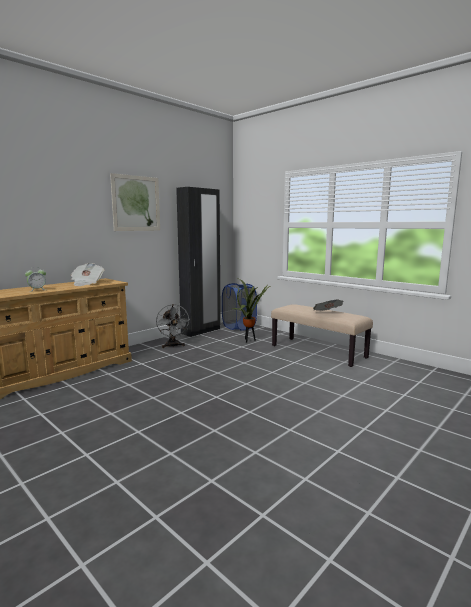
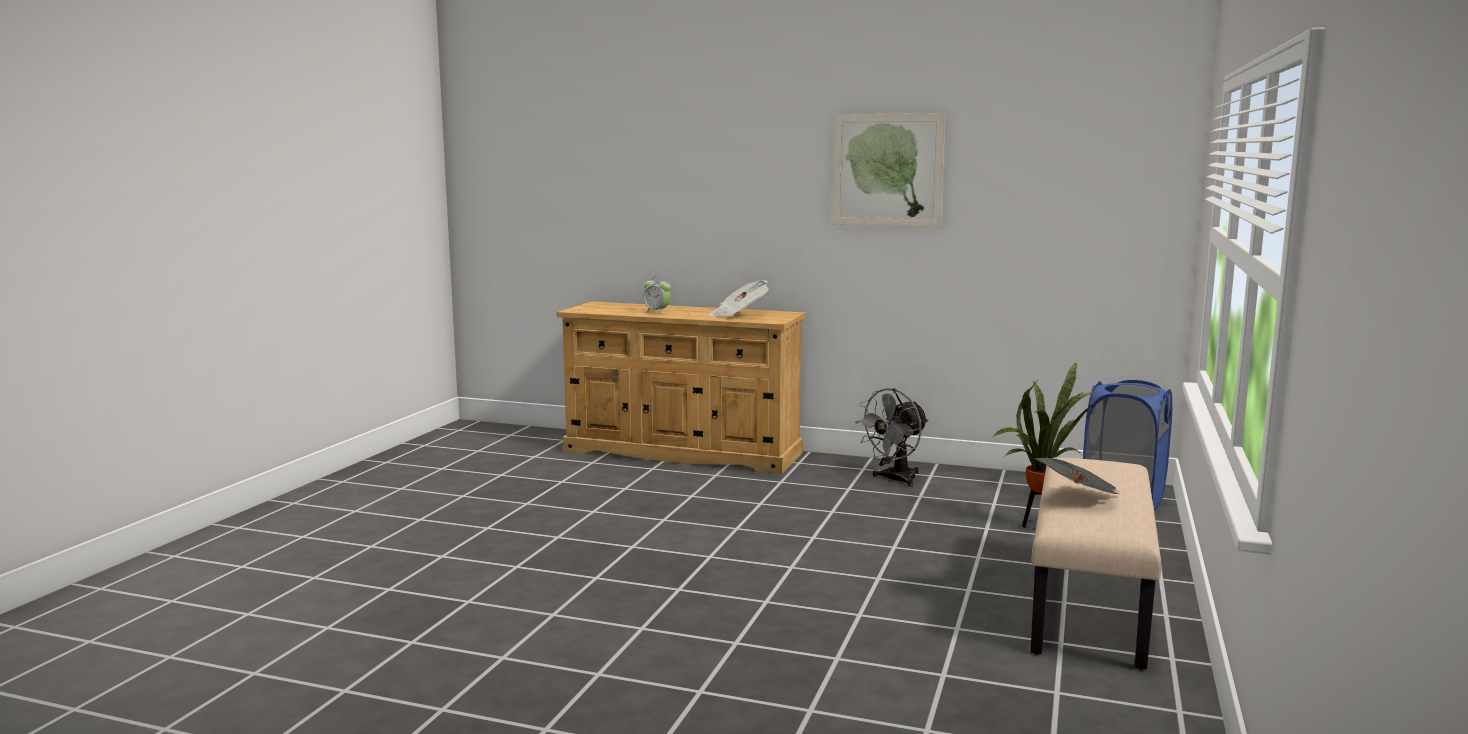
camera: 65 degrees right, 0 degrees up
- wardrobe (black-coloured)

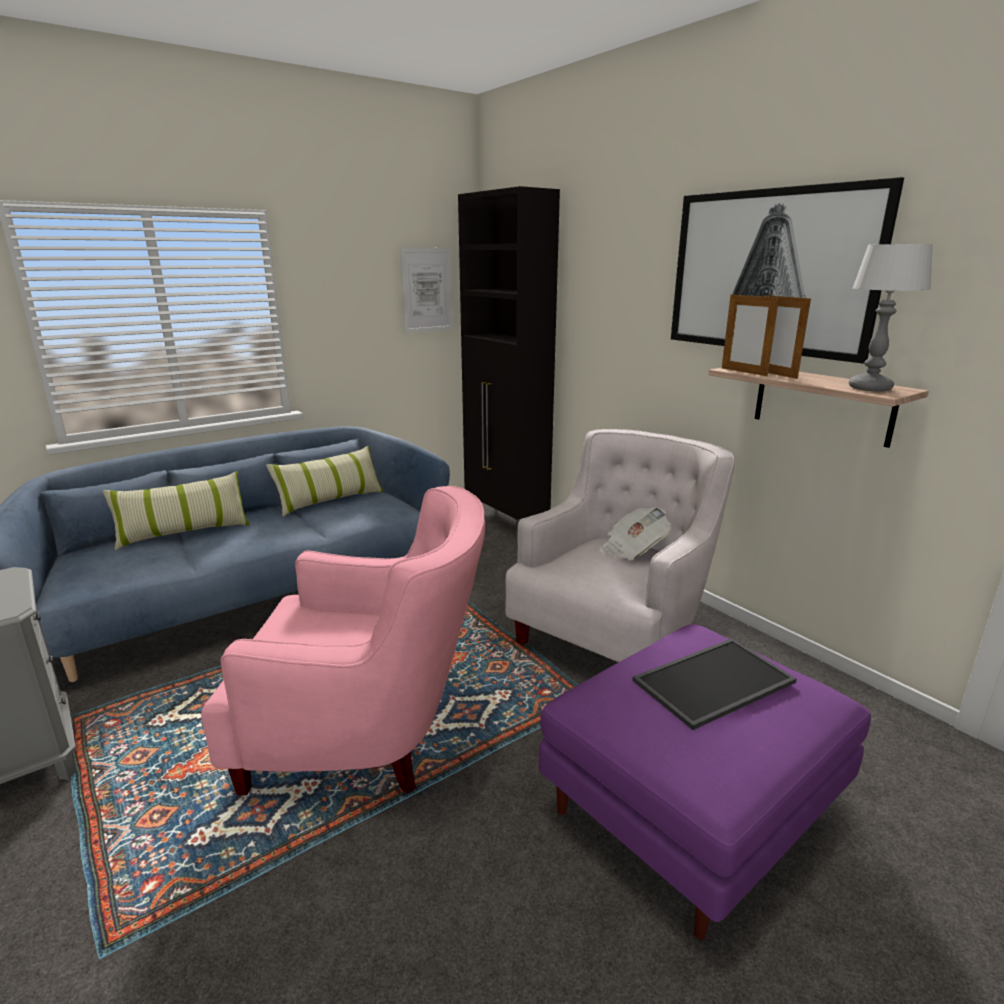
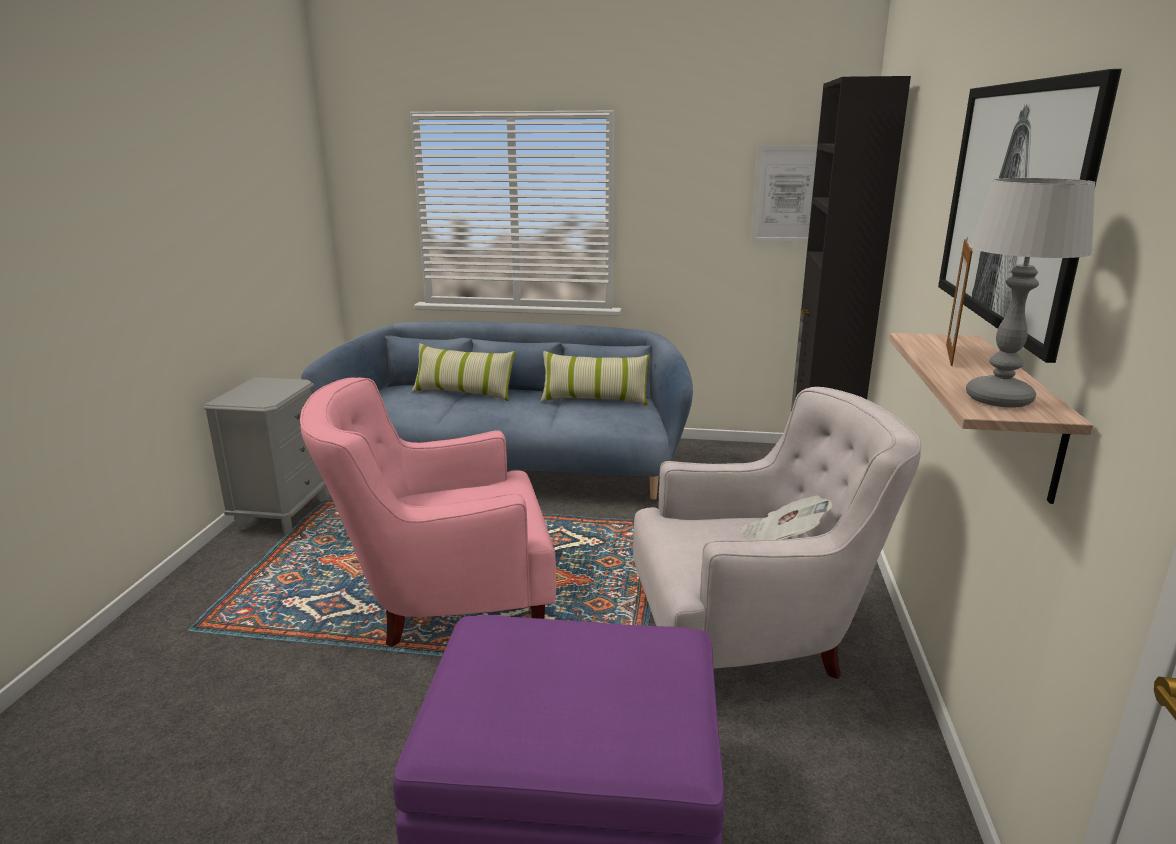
camera: 45 degrees right, 0 degrees up
- tray
- standing frame (1st from left)
~ armchair (pinkish) 120 degrees clockwise

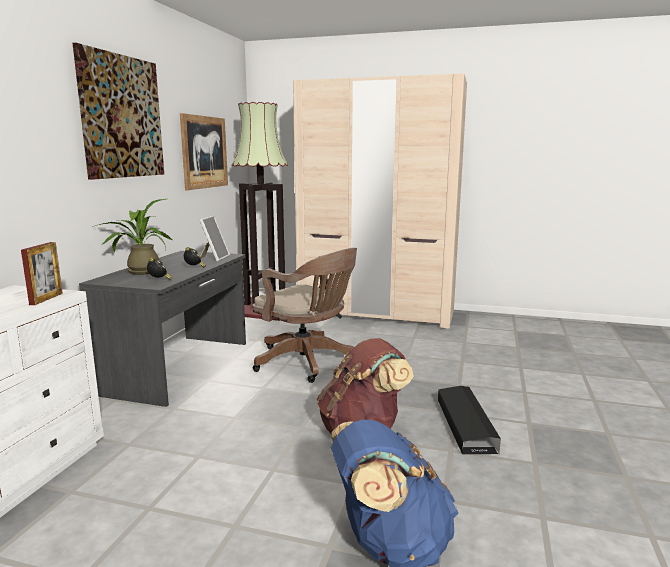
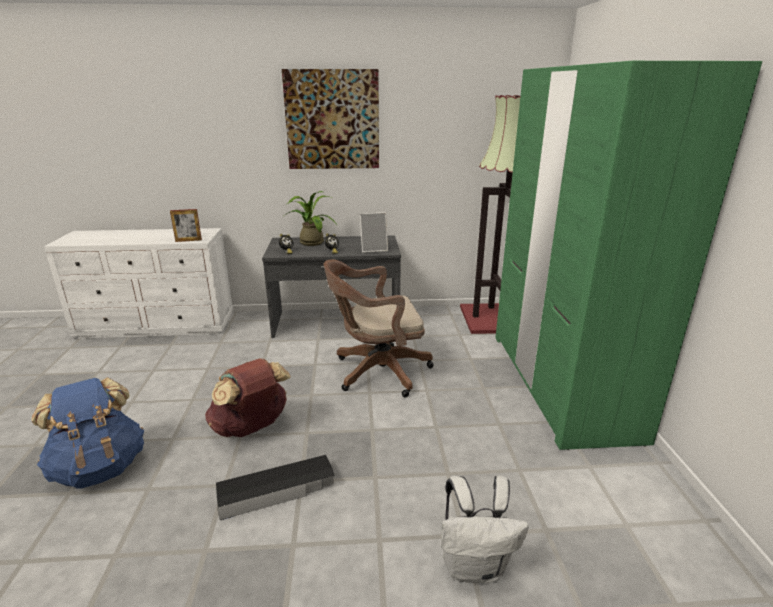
camera: 70 degrees right, 10 degrees up
- wall picture (2nd from left)
+ rucksack (white-coloured)
~ wardrobe (beige-coloured) to wardrobe (green)
~ office chair (brown-coloured) 60 degrees clockwise

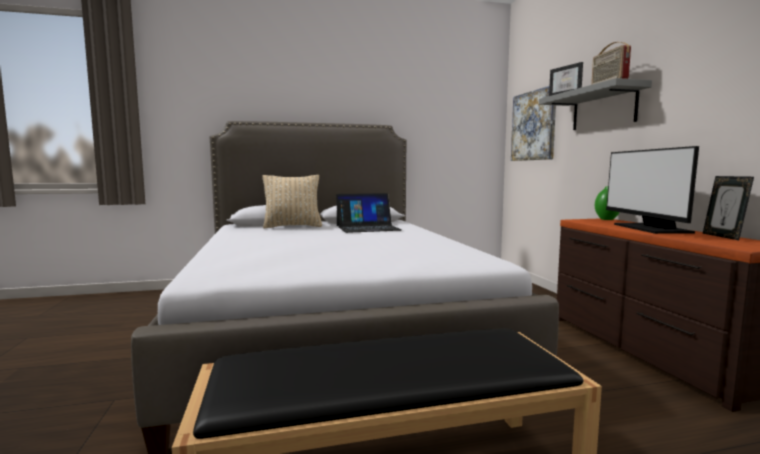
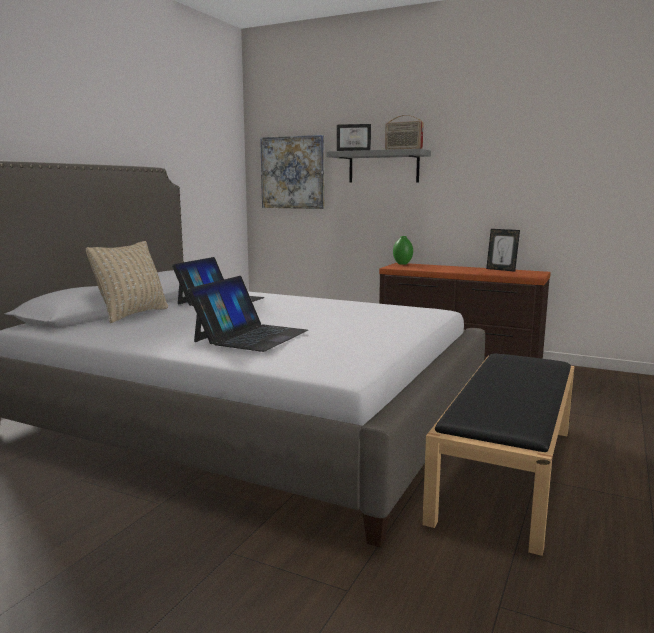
camera: 50 degrees left, 5 degrees up
- computer display
+ notebook computer (2nd from left)

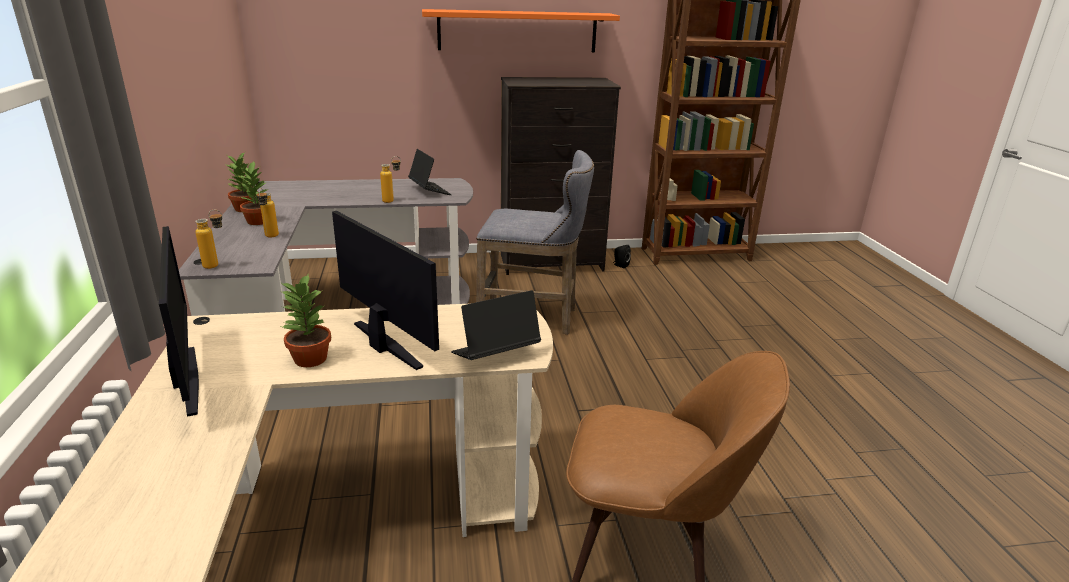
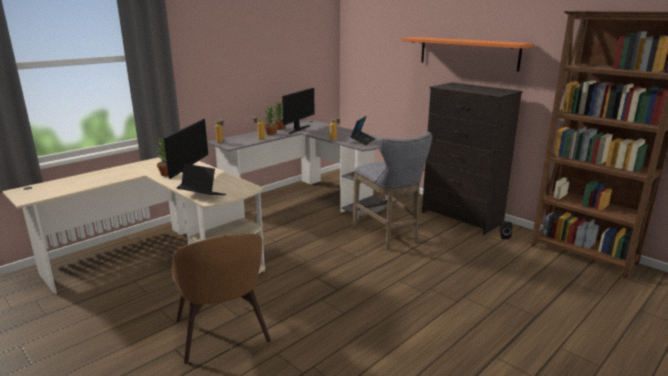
camera: 55 degrees right, 5 degrees down
~ computer display (1st from left in the first image) to computer display (2nd from left)

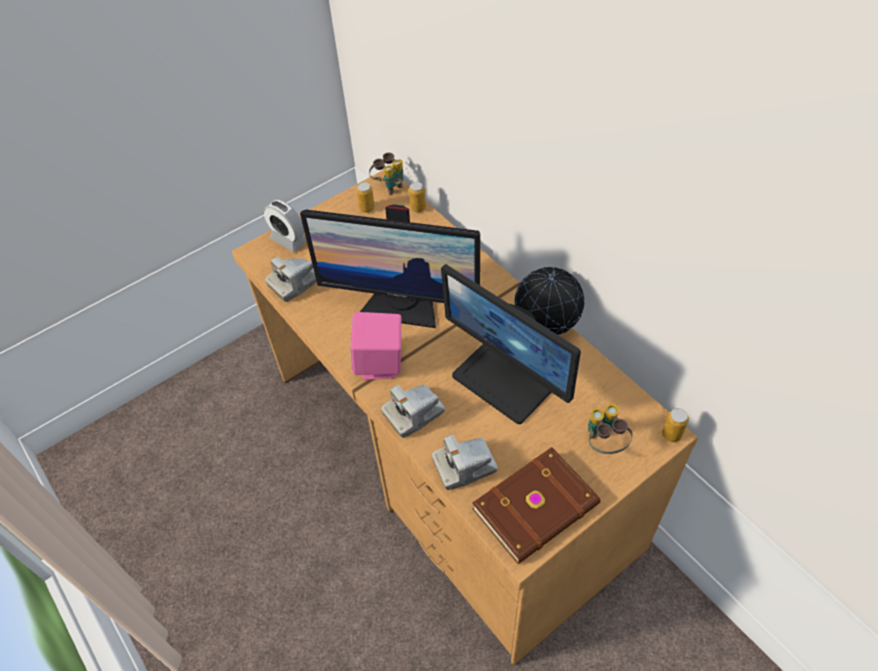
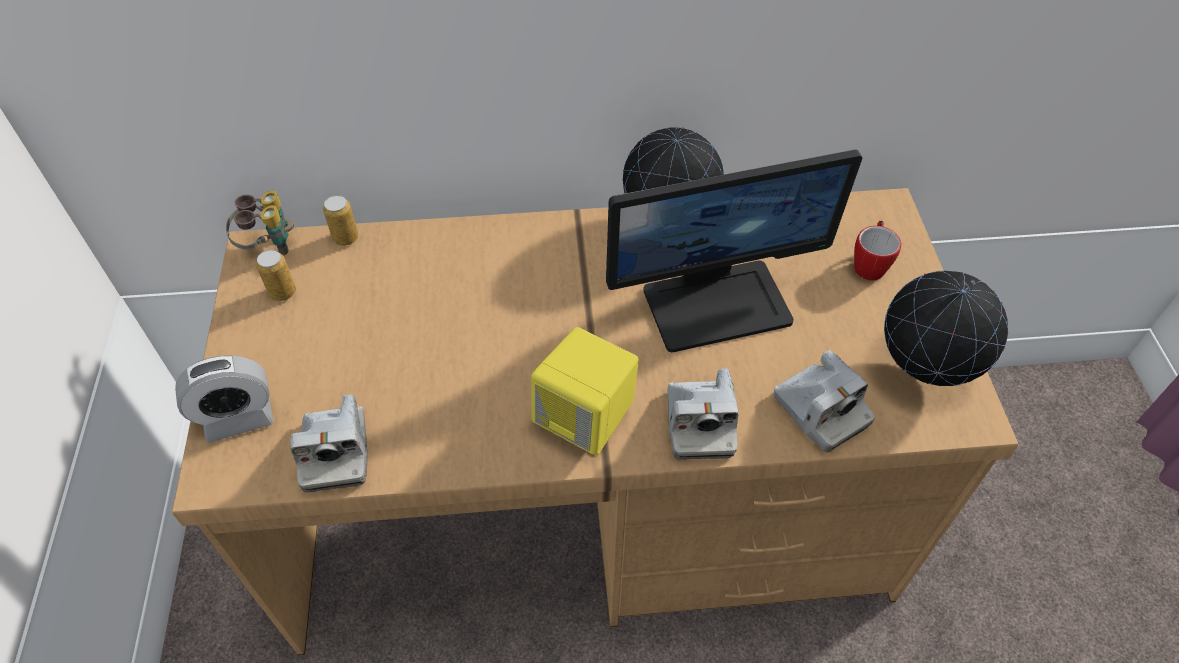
camera: 60 degrees left, 0 degrees up
- computer display (1st from left)
- can (3rd from left)
~ volume (brown-coloured) to world globe (2nd from left)
~ pair of binoculars (2nd from left) to tea mug
~ audio speaker (pinkish) to audio speaker (yellow-coloured)
~ photo camera (3rd from left) 45 degrees counterclockwise

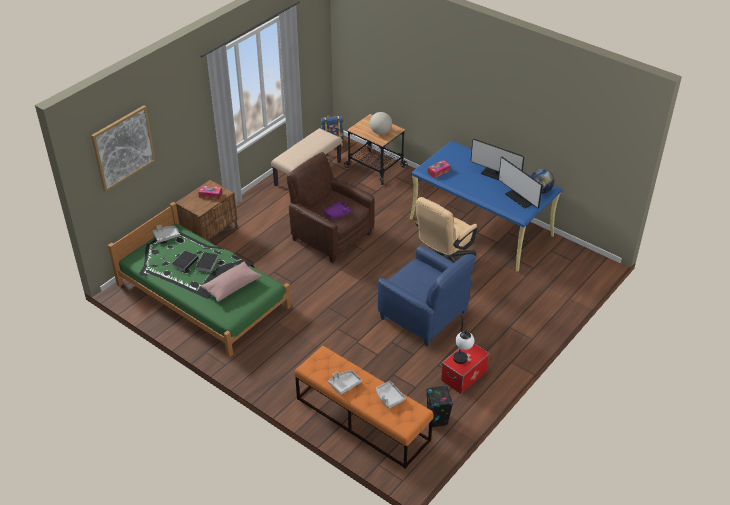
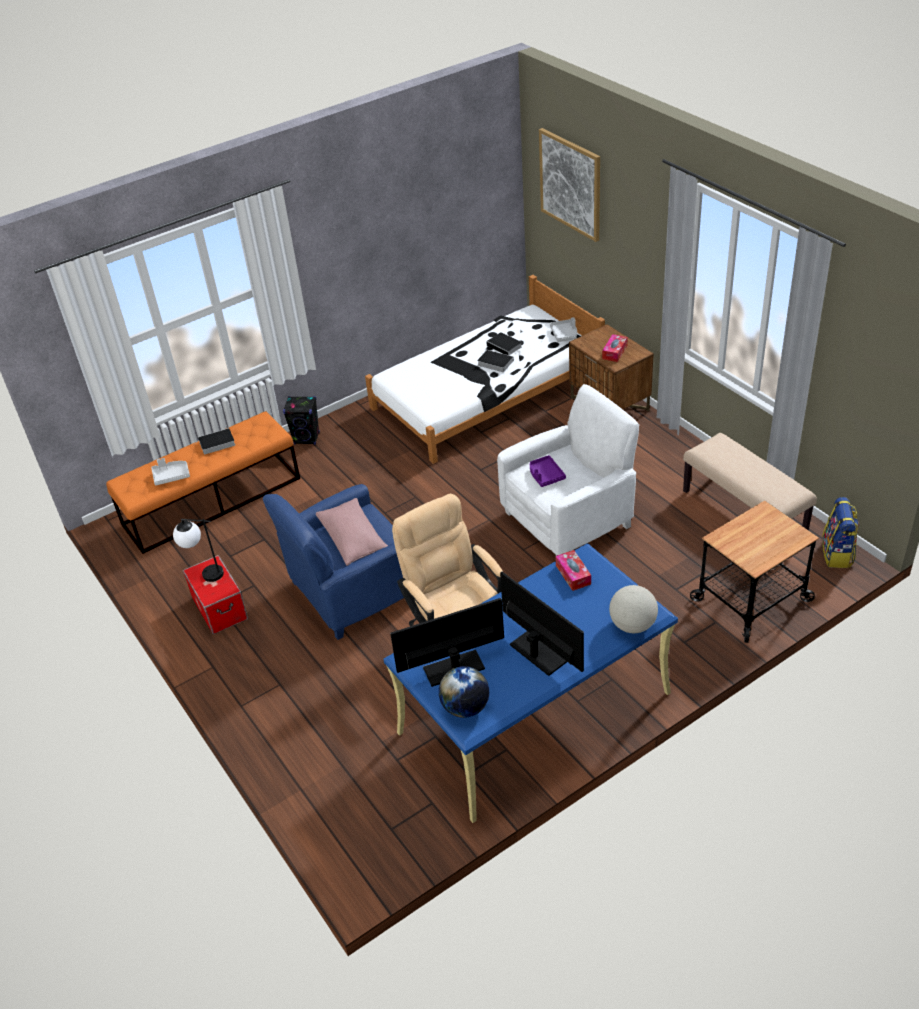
camera: 110 degrees right, 0 degrees up
~ cushion (pinkish)
~ world globe (1st from left in the first image) to world globe (2nd from left)
~ audio speaker (black-coloured)
~ tray (gray) (2nd from left) to volume (1st from left)
~ bed (green) to bed (white-coloured)
~ armchair (brown-coloured) to armchair (white-coloured)
~ computer display (1st from left in the first image) 90 degrees clockwise

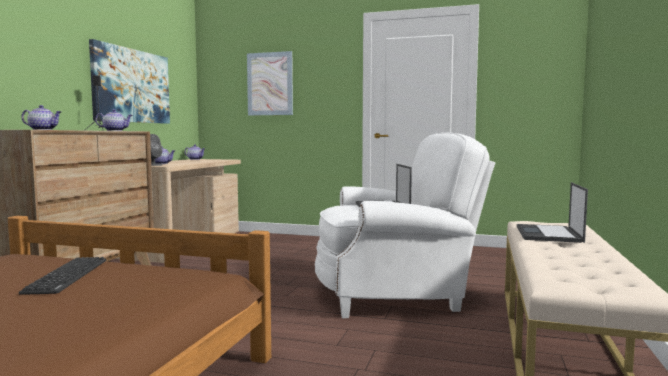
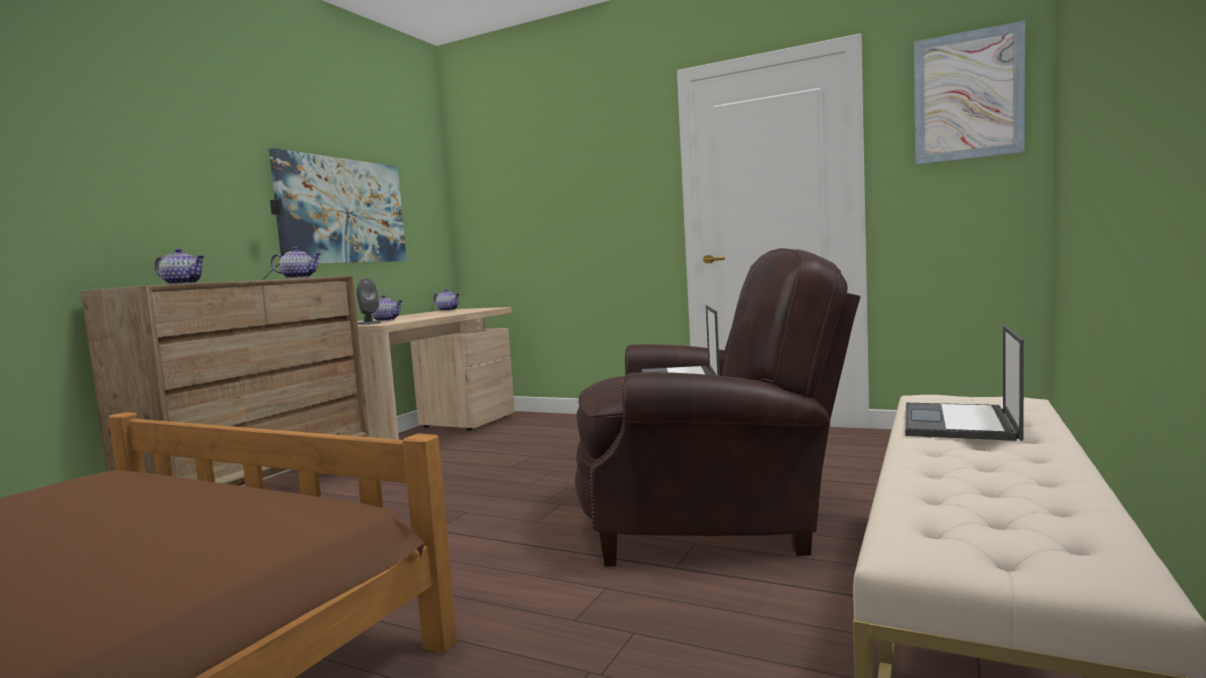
camera: 10 degrees right, 0 degrees up
- computer keyboard
~ wall picture (2nd from left)
~ armchair (white-coloured) to armchair (brown-coloured)

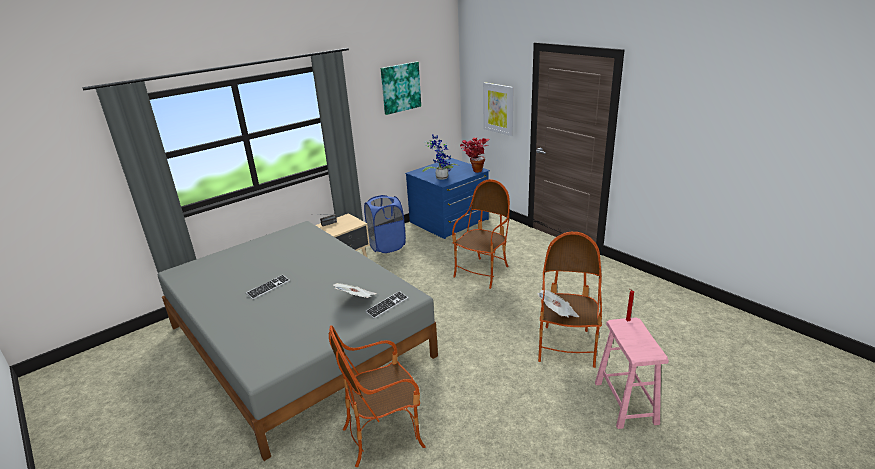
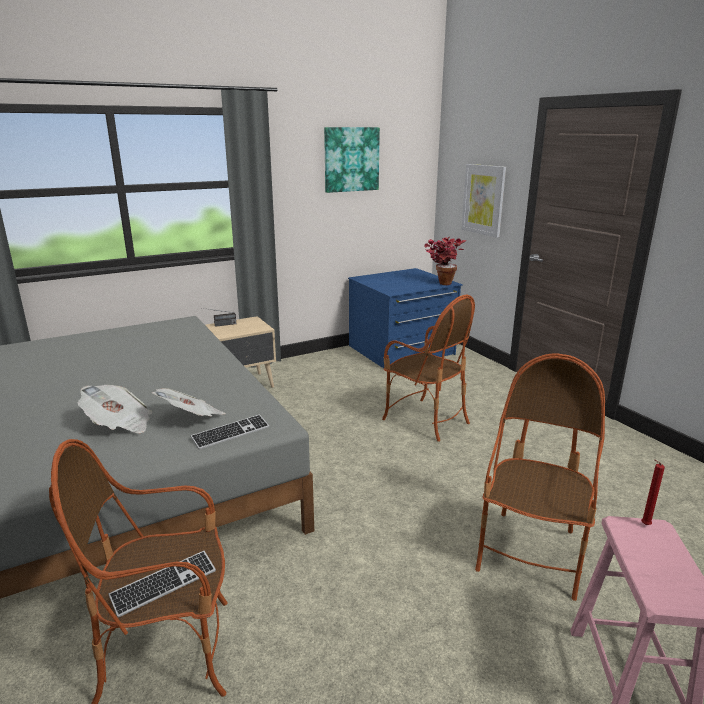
camera: 10 degrees right, 5 degrees down
- hamper (blue)
- houseplant (1st from left)
~ computer keyboard (1st from left)
~ printed paper (2nd from left in the first image) to printed paper (1st from left)
~ armchair (2nd from left) 90 degrees clockwise

